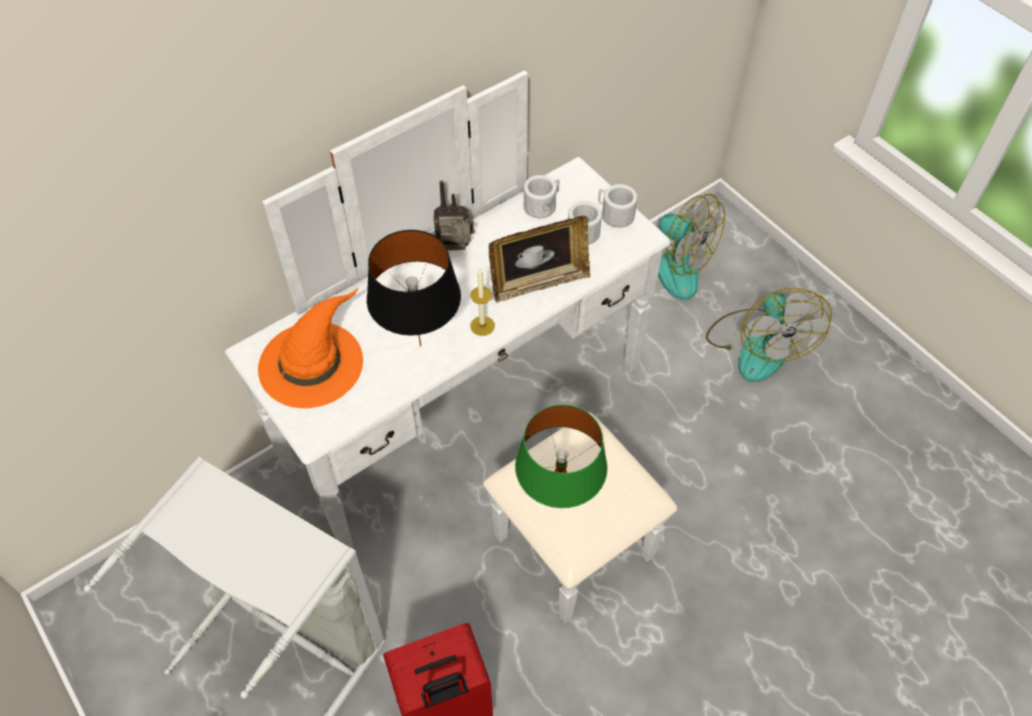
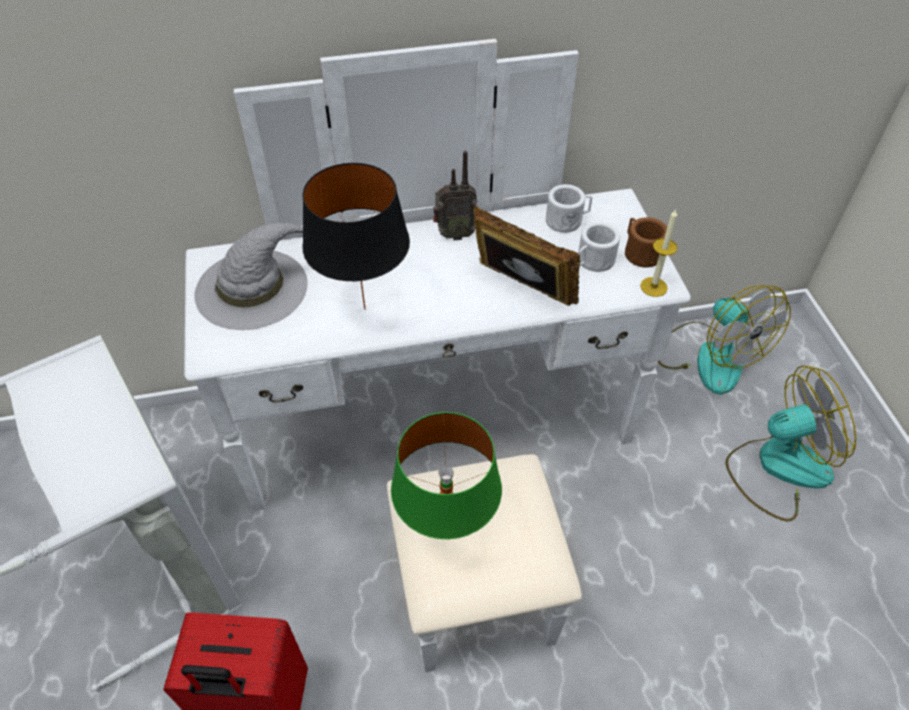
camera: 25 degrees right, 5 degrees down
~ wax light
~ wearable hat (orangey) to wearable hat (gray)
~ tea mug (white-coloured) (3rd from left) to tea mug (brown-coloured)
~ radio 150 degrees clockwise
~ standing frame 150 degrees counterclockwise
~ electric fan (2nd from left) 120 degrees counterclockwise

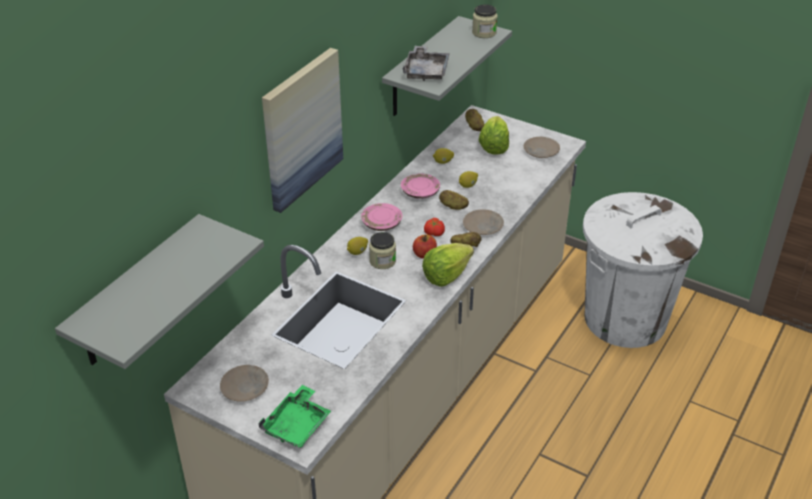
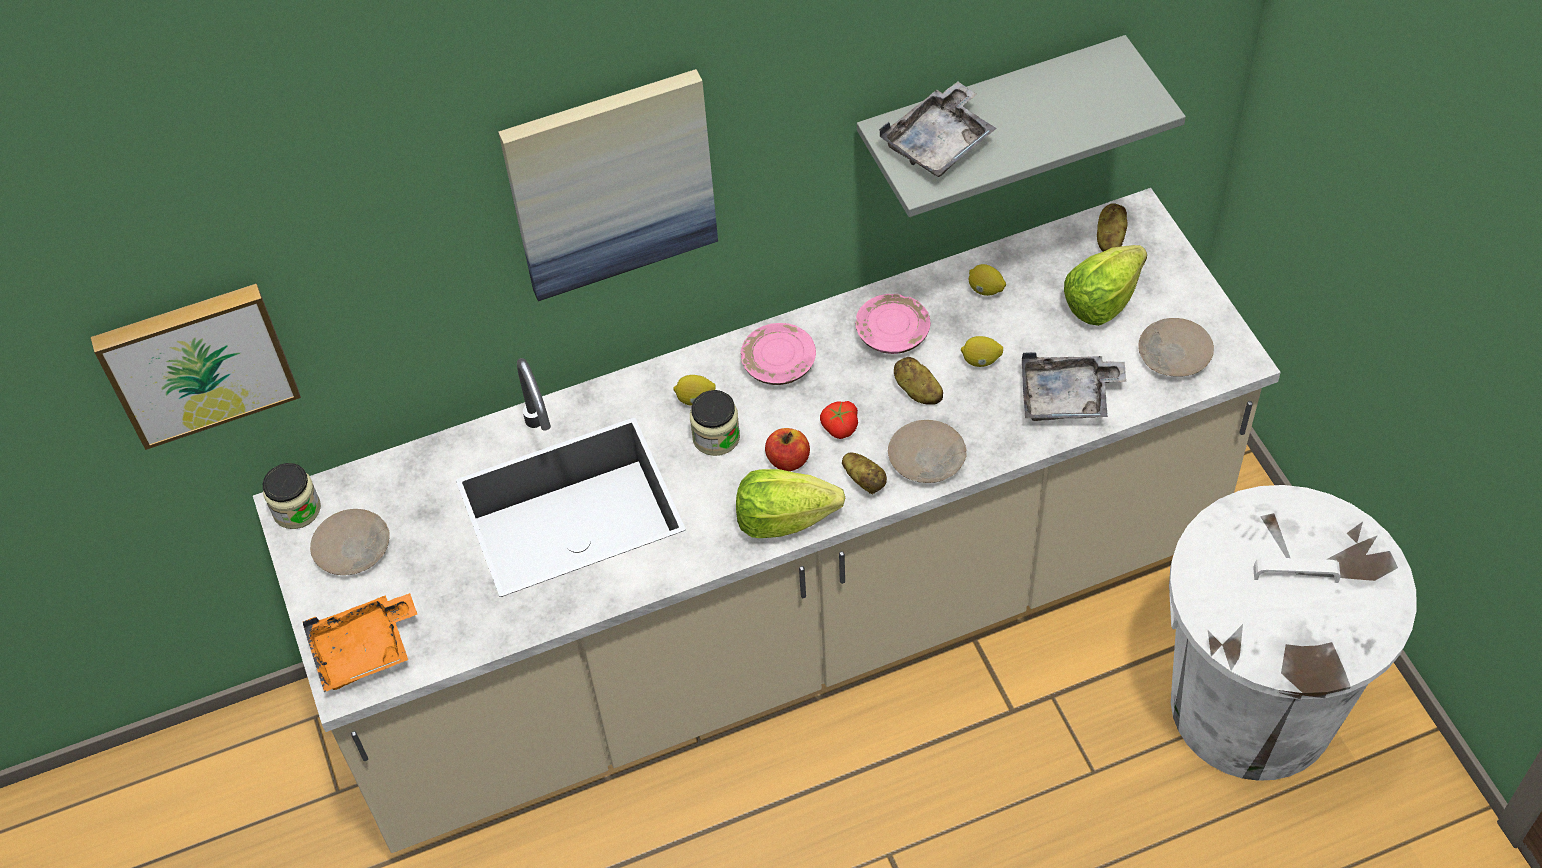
camera: 40 degrees right, 15 degrees up
+ tray (gray) (2nd from left)
~ preserve jar (2nd from left in the first image) to preserve jar (1st from left)
~ wall shelf (gray) (1st from left) to wall picture (1st from left)
~ tray (green) to tray (orangey)

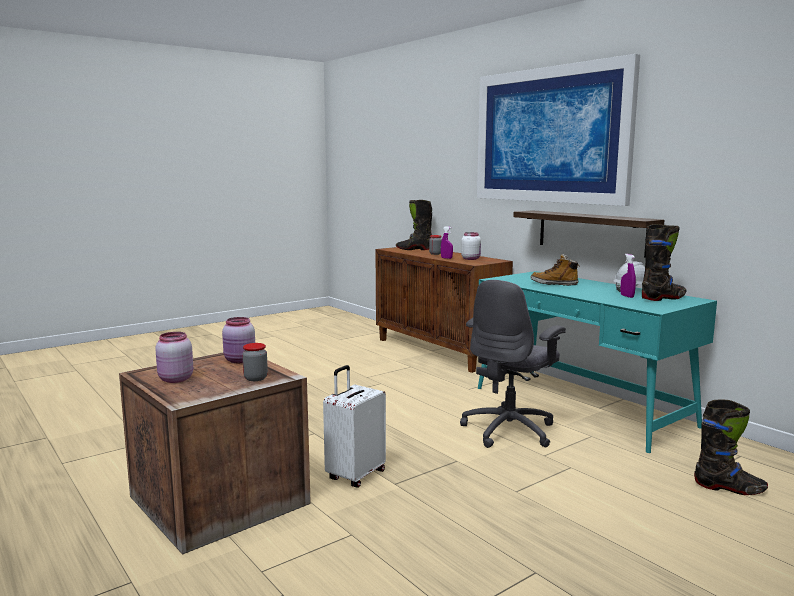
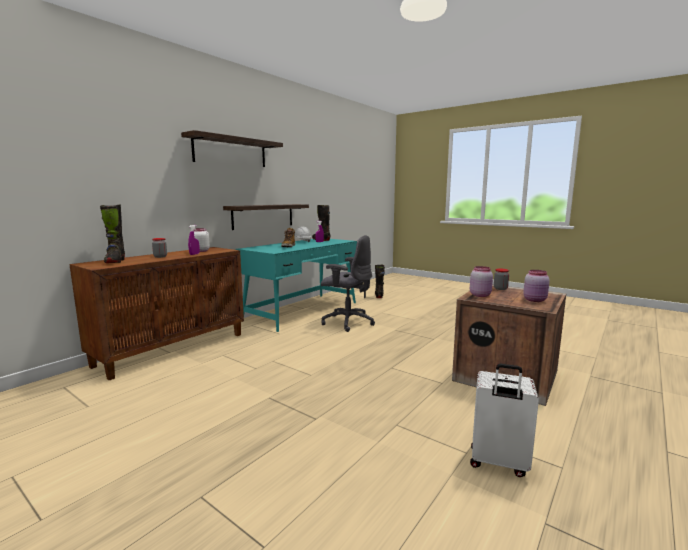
camera: 105 degrees left, 0 degrees up
~ suitcase (white-coloured)
~ wall picture to wall shelf (1st from left)

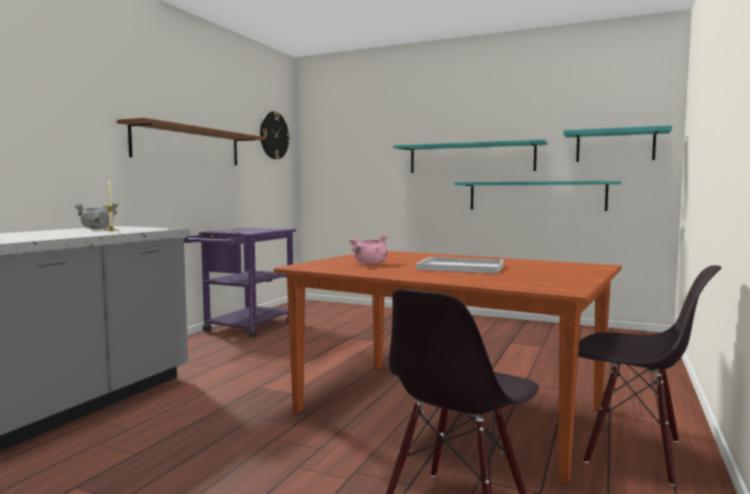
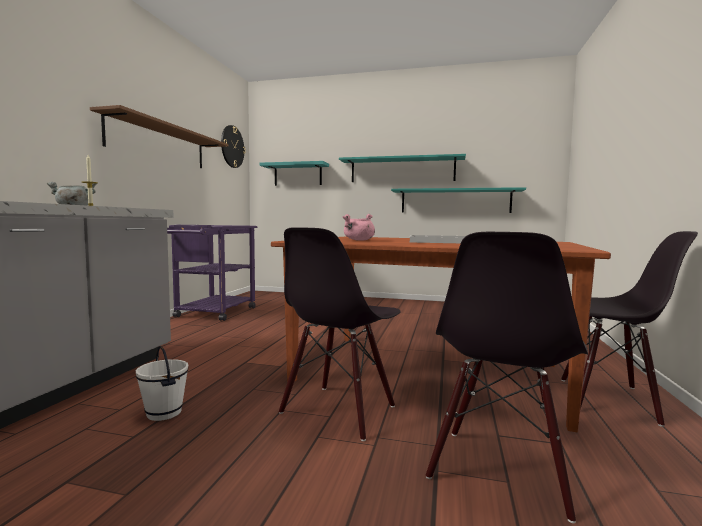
camera: 10 degrees left, 0 degrees up
+ water bucket (white-coloured)
+ plain chair (black-coloured) (1st from left)
~ wall shelf (blue-green) (3rd from left in the first image) to wall shelf (blue-green) (1st from left)

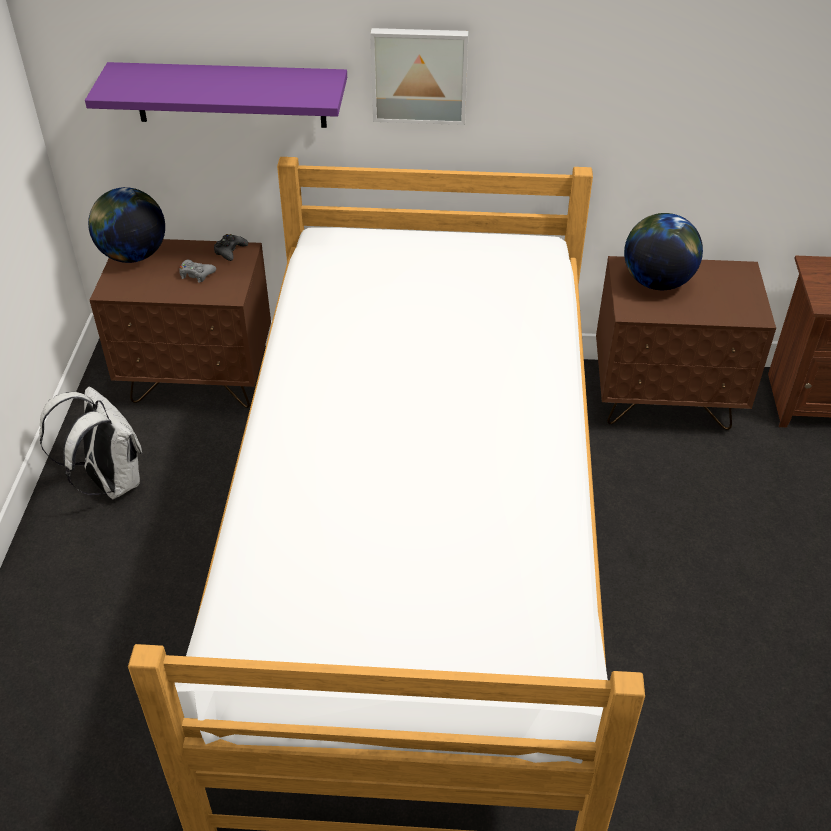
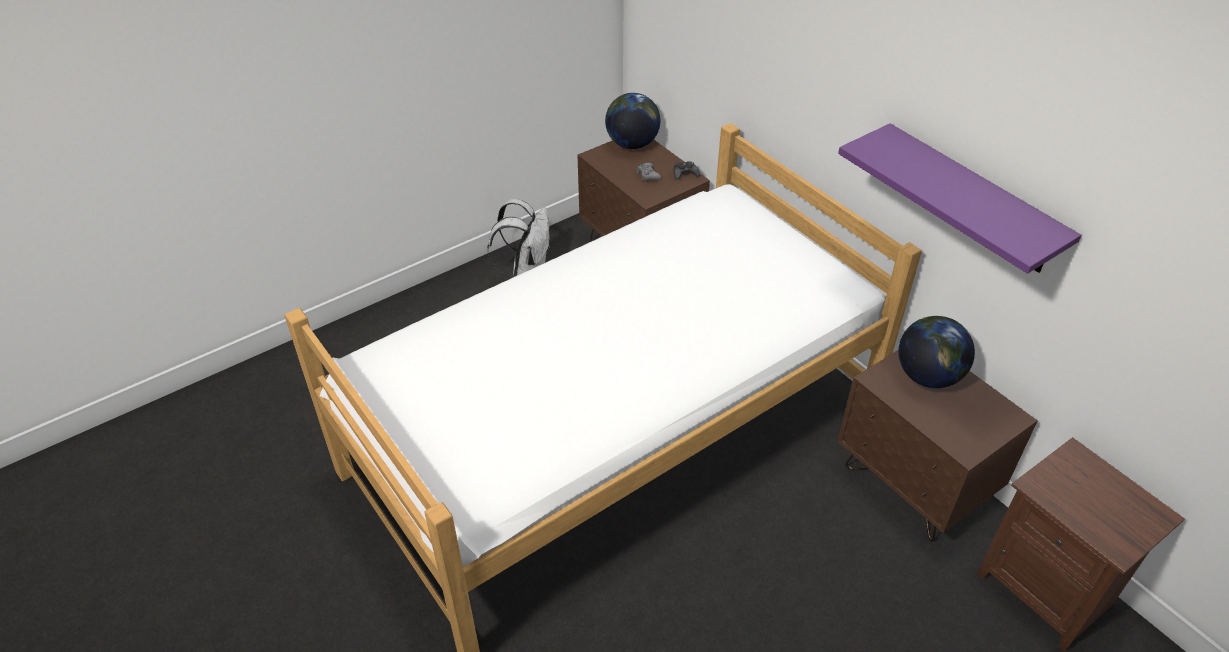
camera: 50 degrees right, 0 degrees up
- wall picture
~ wall shelf (purple-coloured)

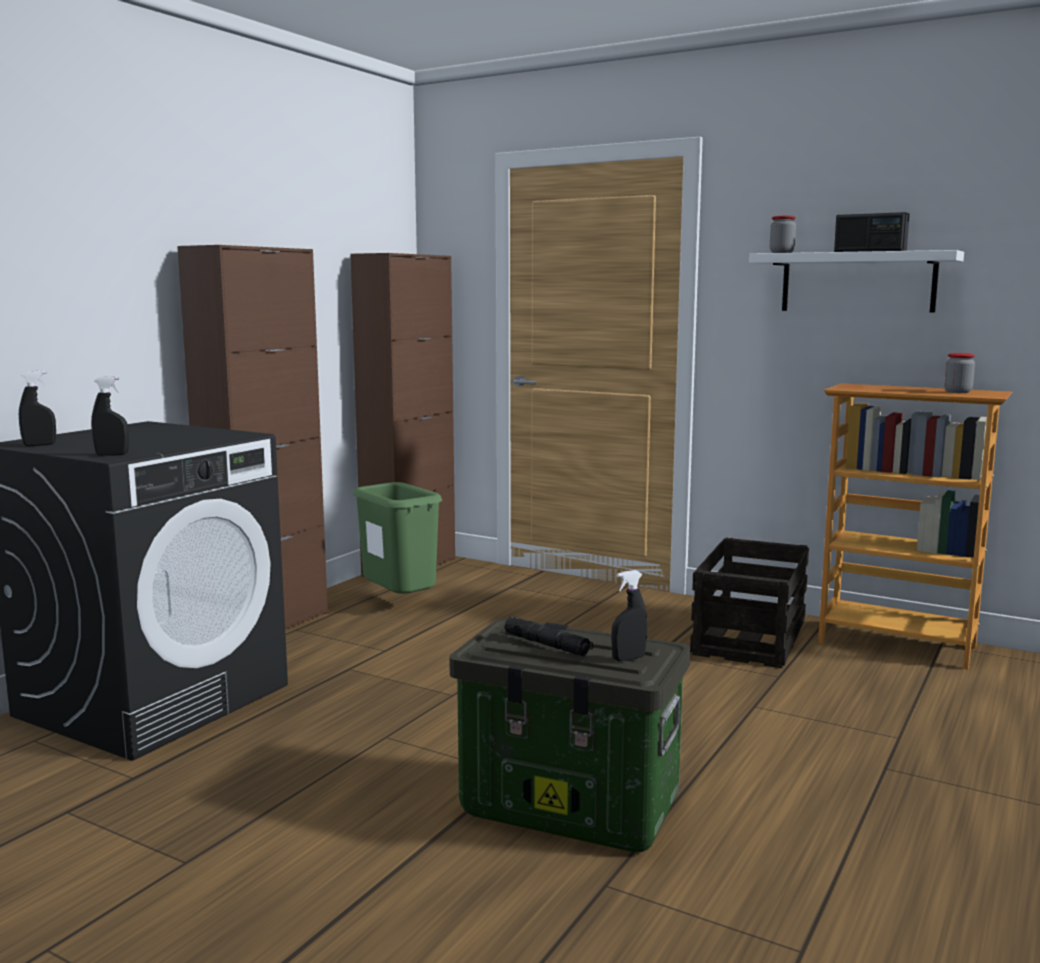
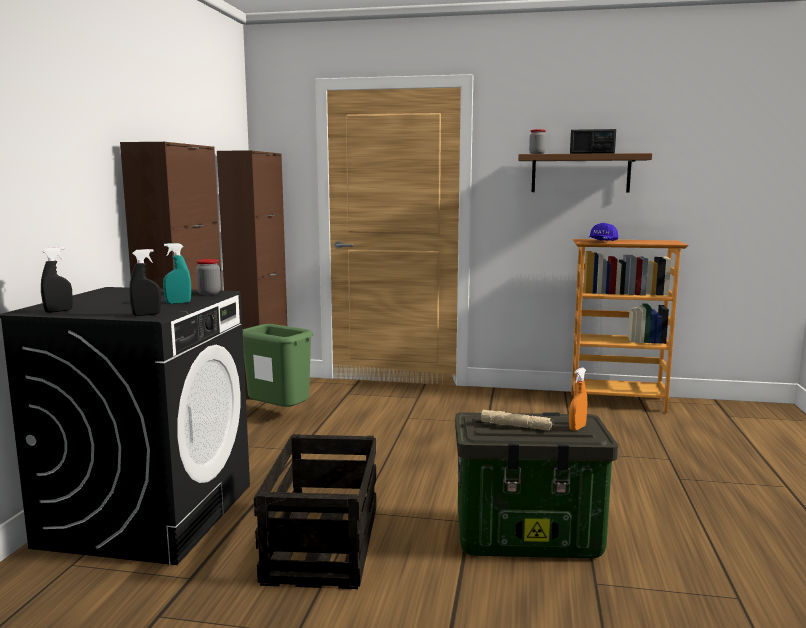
camera: 20 degrees left, 0 degrees up
+ hand sprayer (blue-green)
+ peaked cap (blue)
~ shipping crate
~ preserve jar (2nd from left in the first image) to preserve jar (1st from left)
~ torch (black-coloured) to torch (beige-coloured)
~ hand sprayer (black-coloured) (3rd from left) to hand sprayer (orangey)
~ wall shelf (white-coloured) to wall shelf (brown-coloured)

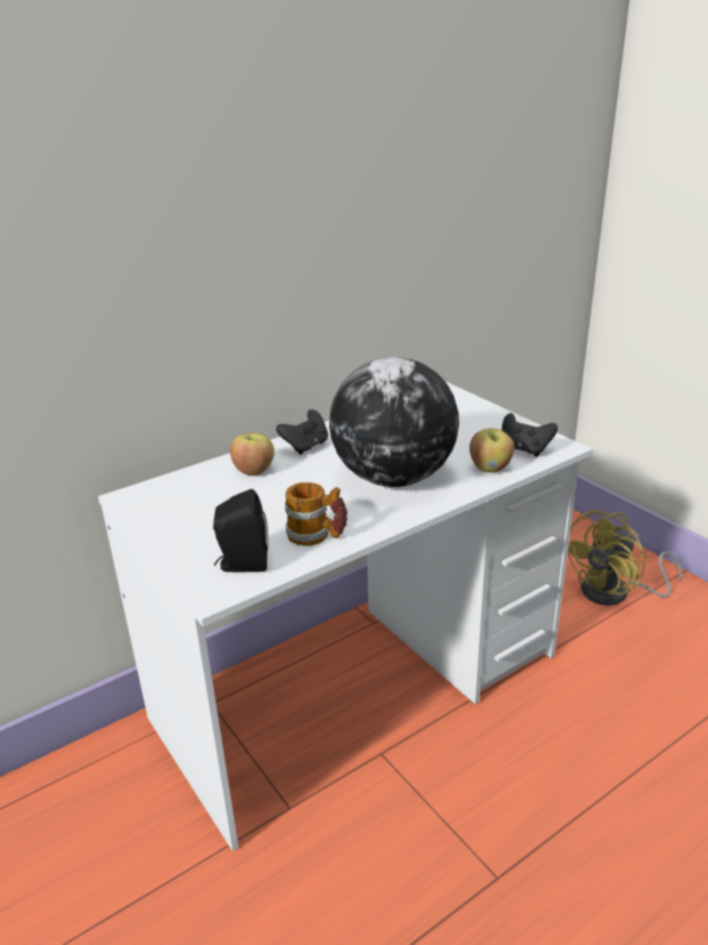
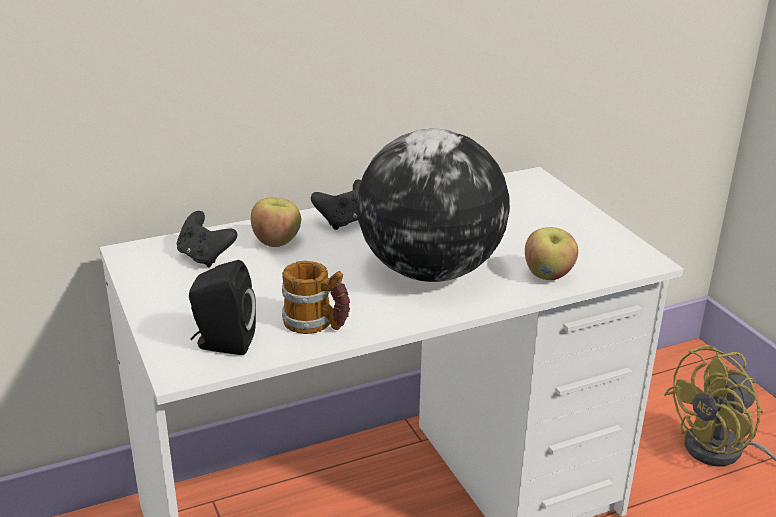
camera: 10 degrees right, 0 degrees up
~ joypad (black-coloured) (2nd from left in the first image) to joypad (black-coloured) (1st from left)

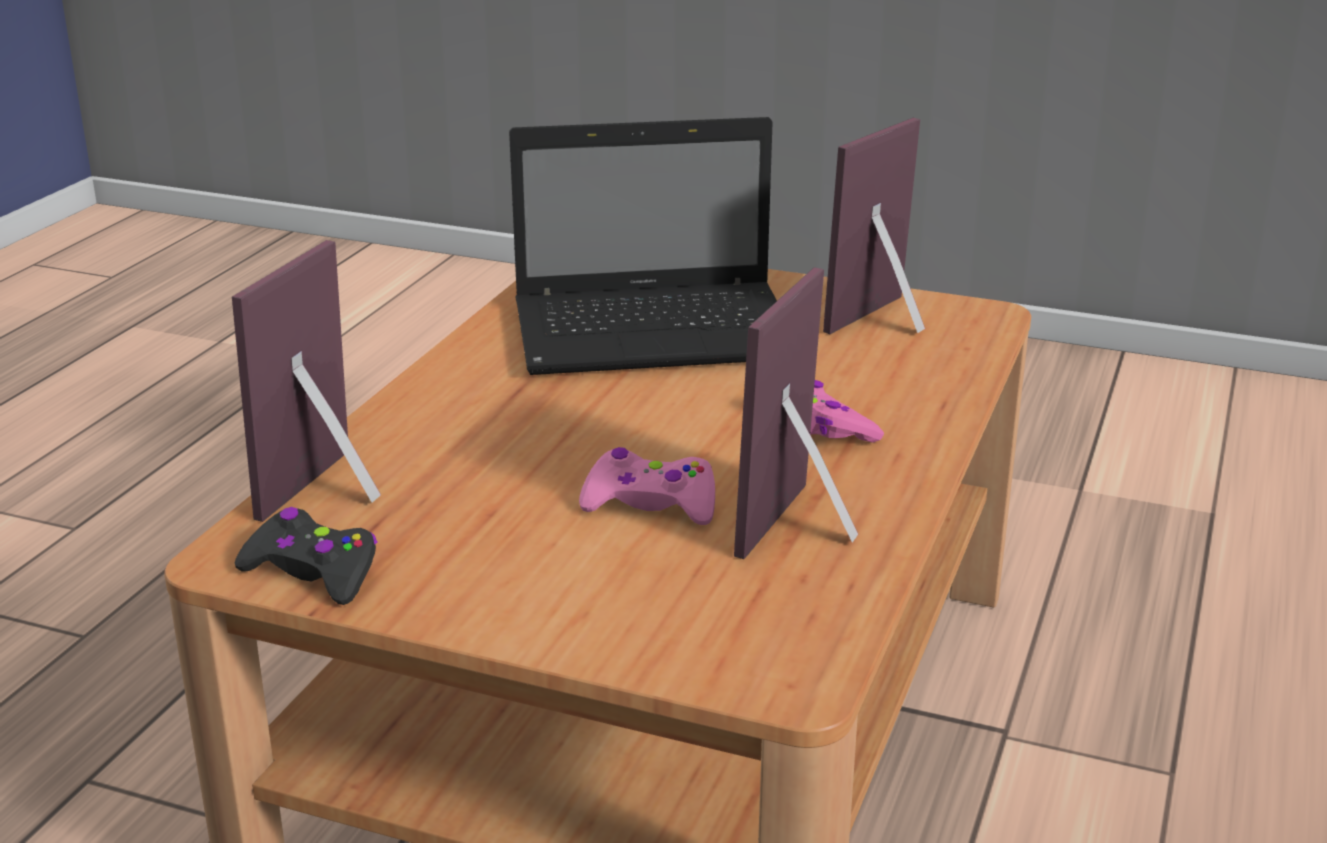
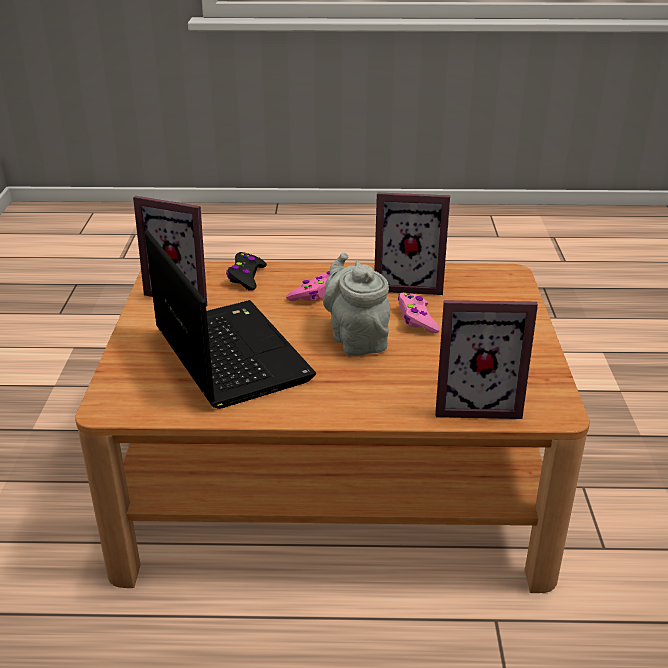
camera: 110 degrees left, 5 degrees up
+ pot for tea (gray)
~ joypad (black-coloured)

